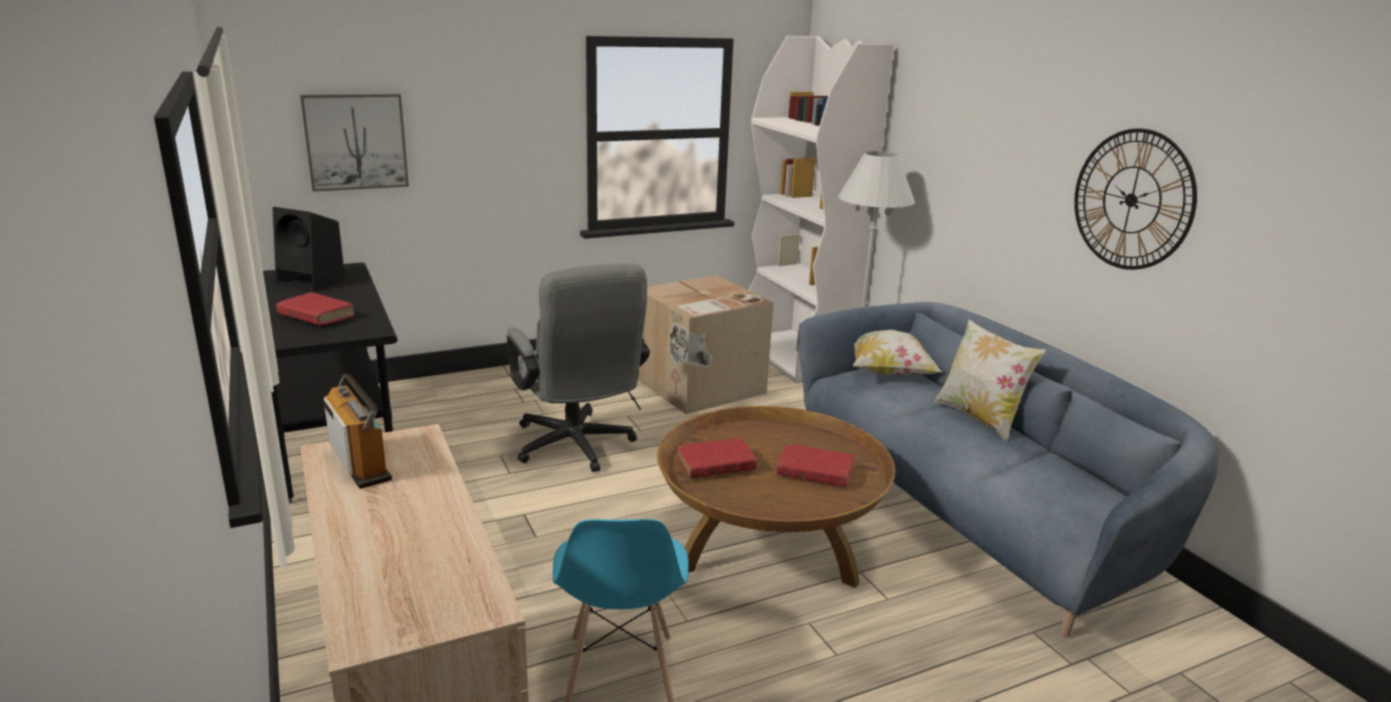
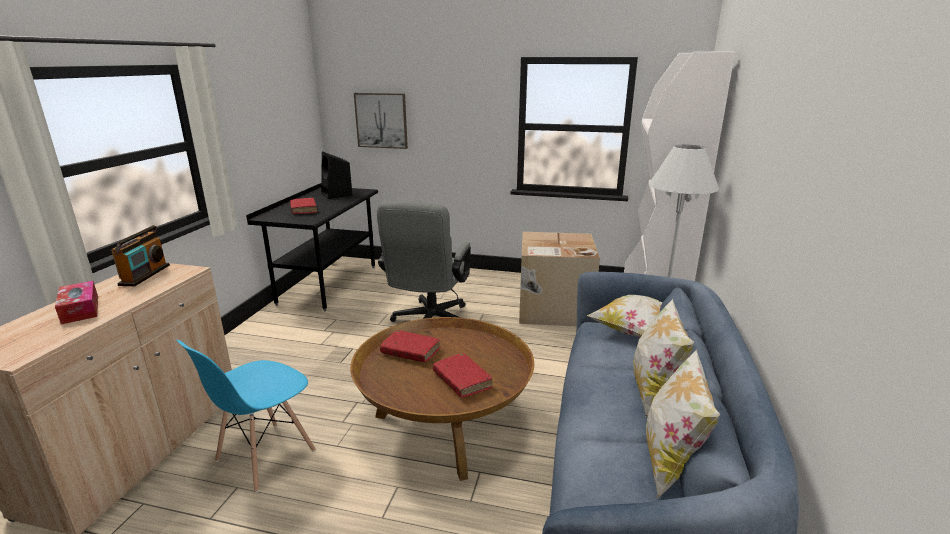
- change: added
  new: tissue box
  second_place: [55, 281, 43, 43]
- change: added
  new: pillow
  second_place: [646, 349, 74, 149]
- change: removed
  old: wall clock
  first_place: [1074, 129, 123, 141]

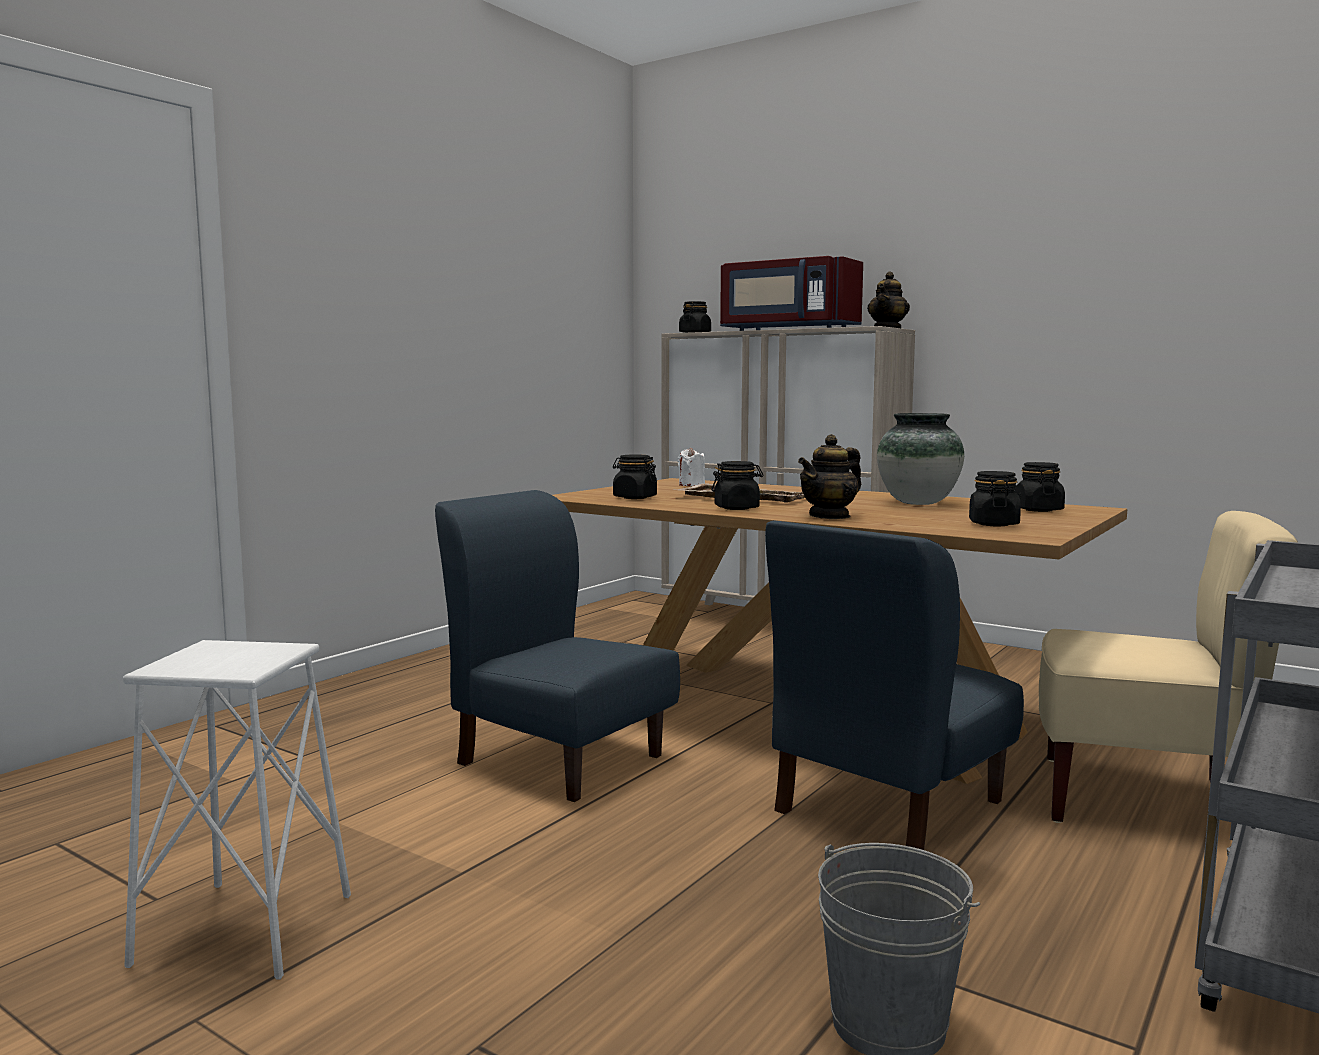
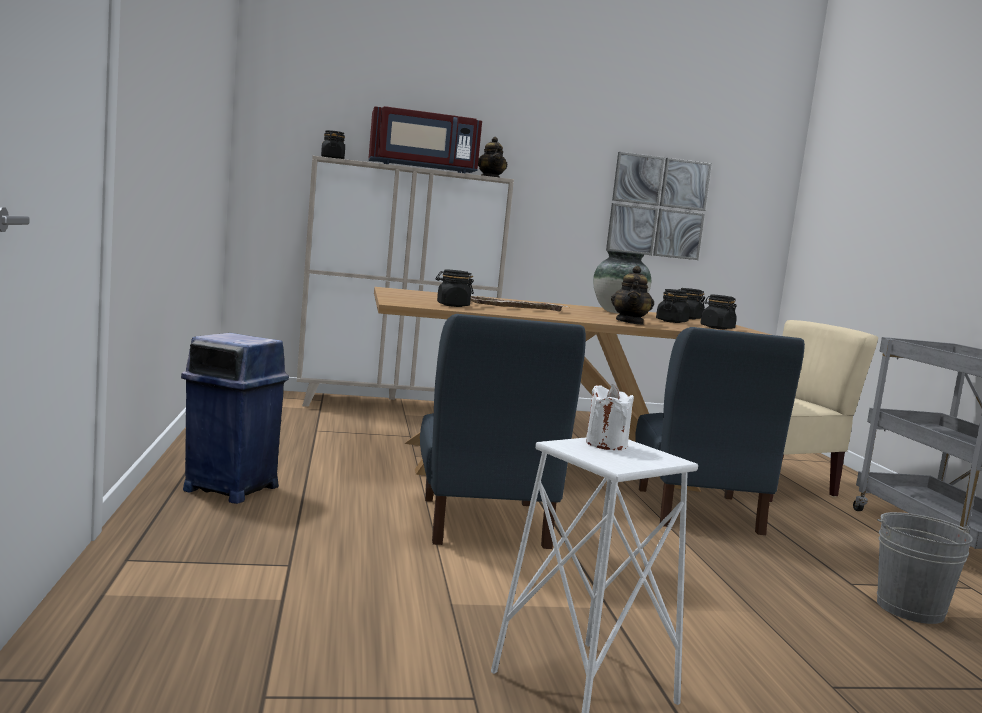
- change: added
  new: blue trash can
  second_place: [181, 333, 108, 171]
- change: turned
  old: blue chair
  first_place: [435, 490, 245, 312]
  second_place: [420, 314, 166, 235]
  degrees: -90
- change: moved
  old: white candle
  first_place: [677, 447, 28, 39]
  second_place: [586, 384, 48, 66]
- change: added
  new: picture
  second_place: [606, 152, 106, 108]
- change: moved
  old: black jar
  first_place: [712, 461, 52, 49]
  second_place: [656, 289, 34, 34]

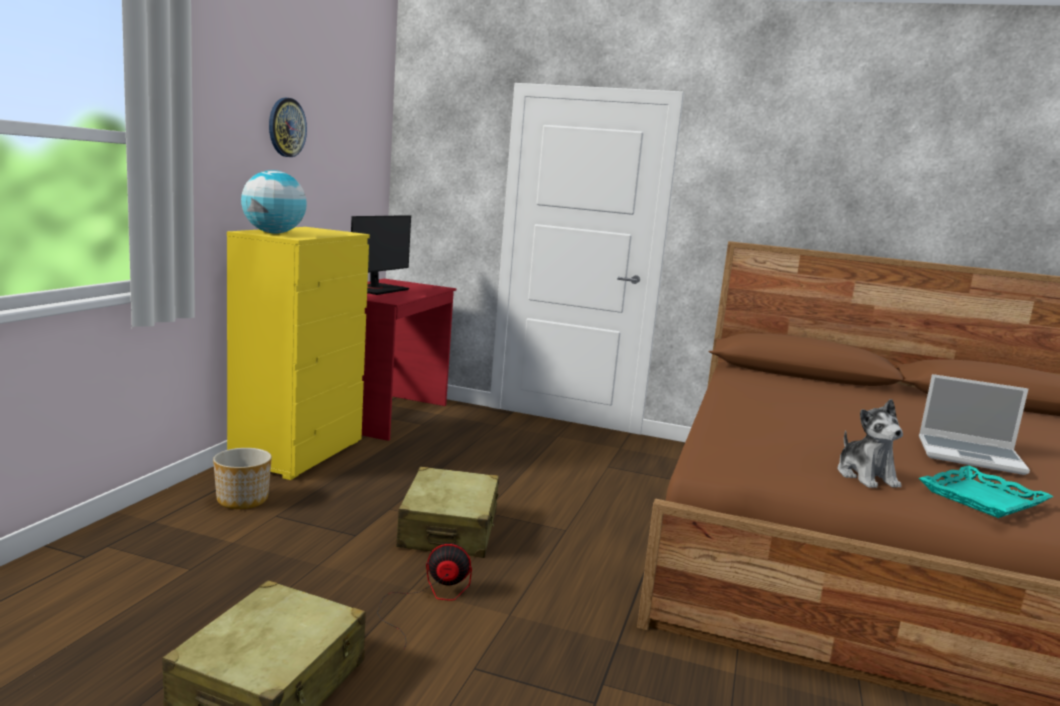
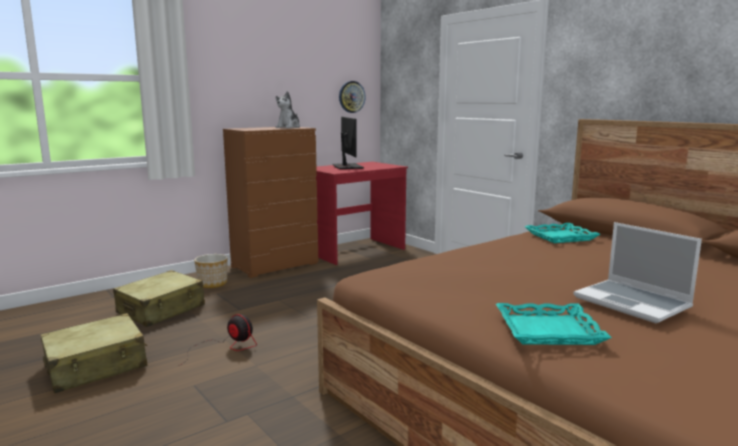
- change: moved
  old: beige suitcase
  first_place: [396, 467, 103, 91]
  second_place: [113, 270, 92, 57]
- change: recoloured
  old: yellow dresser
  new: brown dresser
  first_place: [227, 227, 143, 253]
  second_place: [223, 127, 95, 151]
- change: moved
  old: plush toy
  first_place: [838, 399, 65, 89]
  second_place: [276, 91, 24, 37]
- change: turned
  old: monitor
  first_place: [351, 215, 60, 80]
  second_place: [333, 117, 31, 52]
  degrees: -75
- change: moved
  old: wall clock
  first_place: [269, 98, 38, 59]
  second_place: [339, 81, 27, 32]
- change: added
  new: turquoise tray
  second_place: [525, 223, 76, 20]
- change: removed
  old: globe
  first_place: [241, 170, 66, 63]

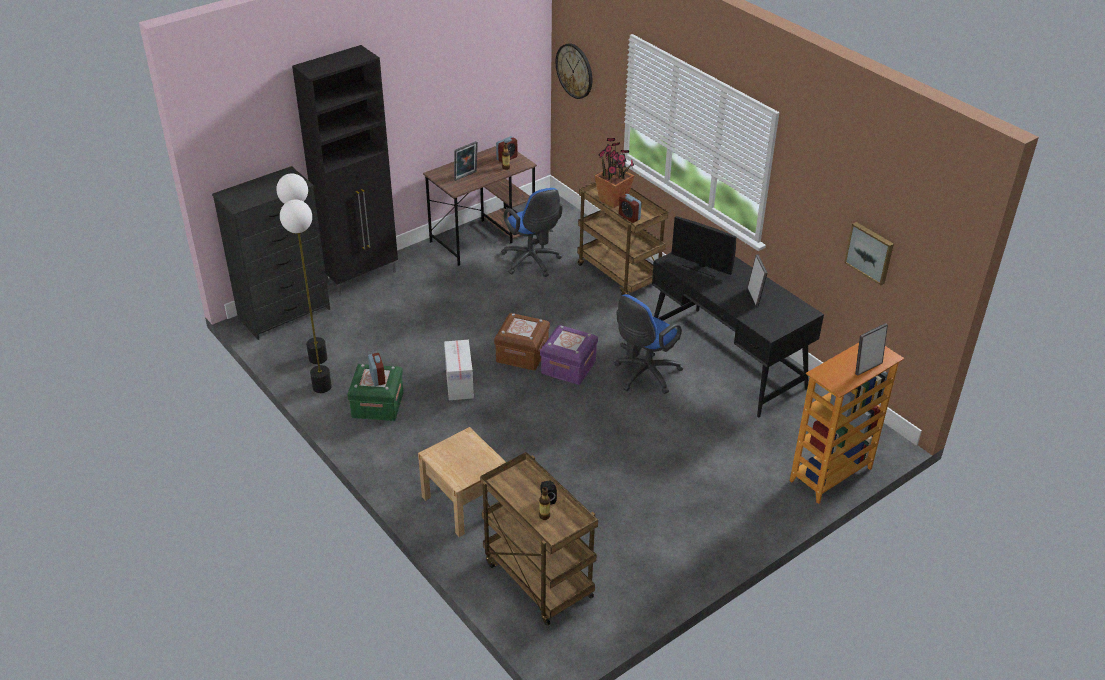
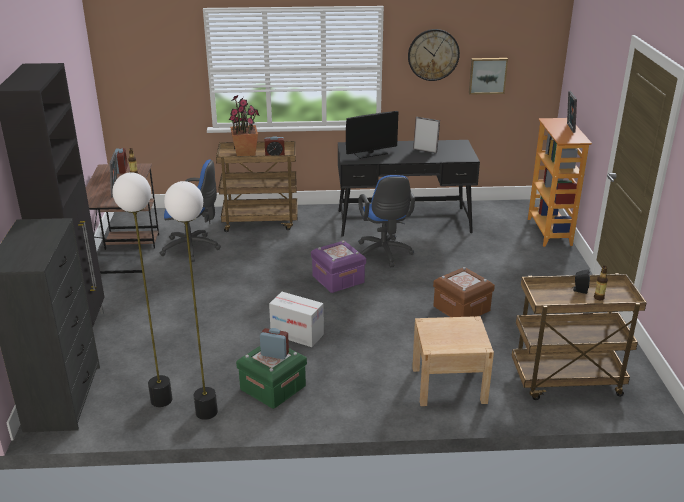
- change: moved
  old: wall clock
  first_place: [556, 43, 36, 56]
  second_place: [408, 29, 52, 52]
- change: moved
  old: brown storage box
  first_place: [494, 313, 56, 57]
  second_place: [433, 267, 62, 50]

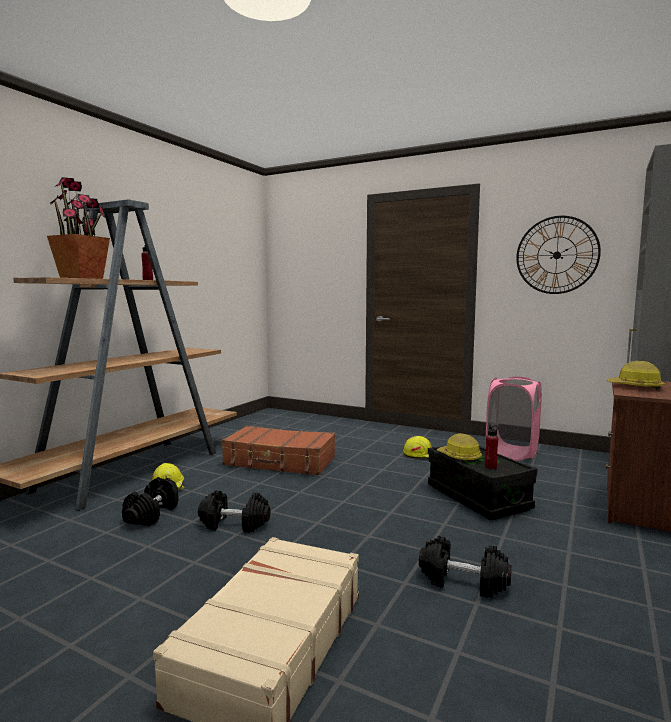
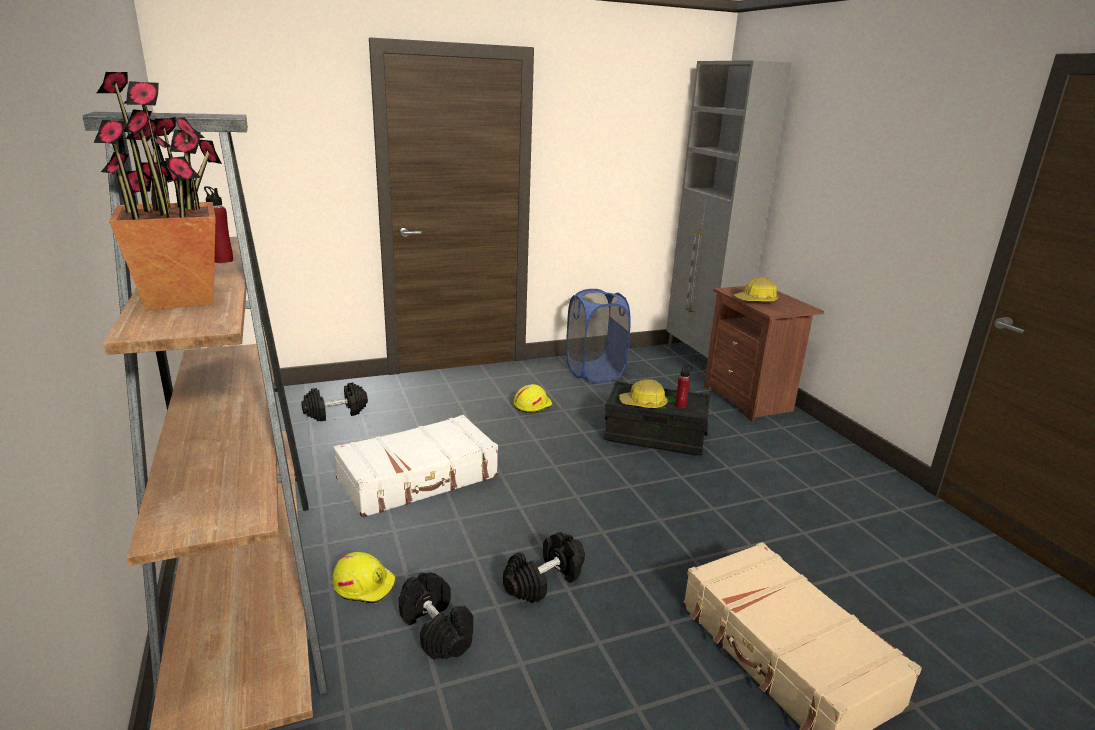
- change: moved
  old: black dumbbell
  first_place: [419, 536, 93, 62]
  second_place: [301, 382, 67, 39]
- change: recoloured
  old: brown suitcase
  new: white suitcase
  first_place: [222, 426, 113, 49]
  second_place: [333, 415, 165, 103]
- change: recoloured
  old: pink laundry basket
  new: blue laundry basket
  first_place: [486, 376, 56, 85]
  second_place: [566, 289, 65, 94]
- change: removed
  old: wall clock
  first_place: [516, 216, 85, 78]

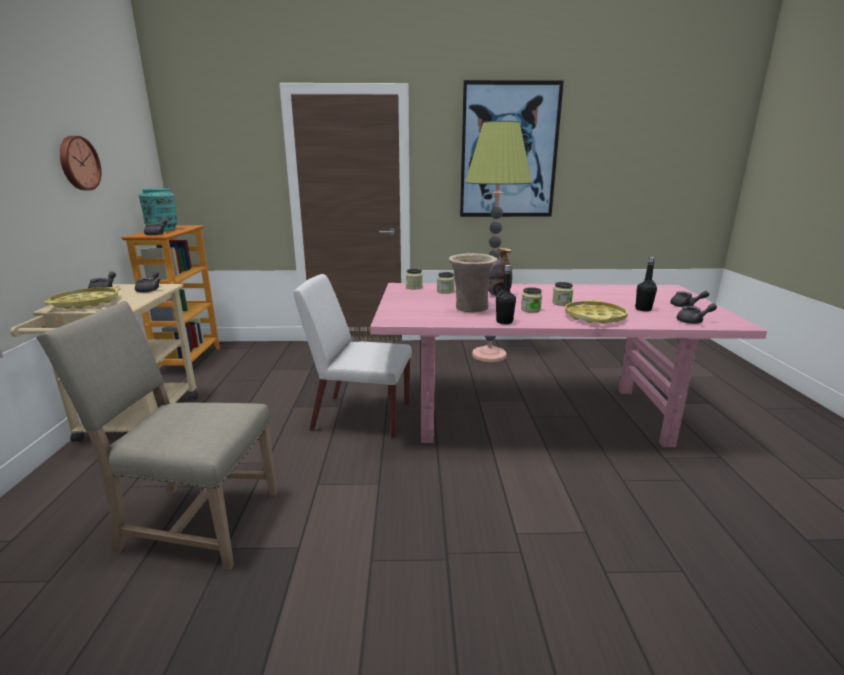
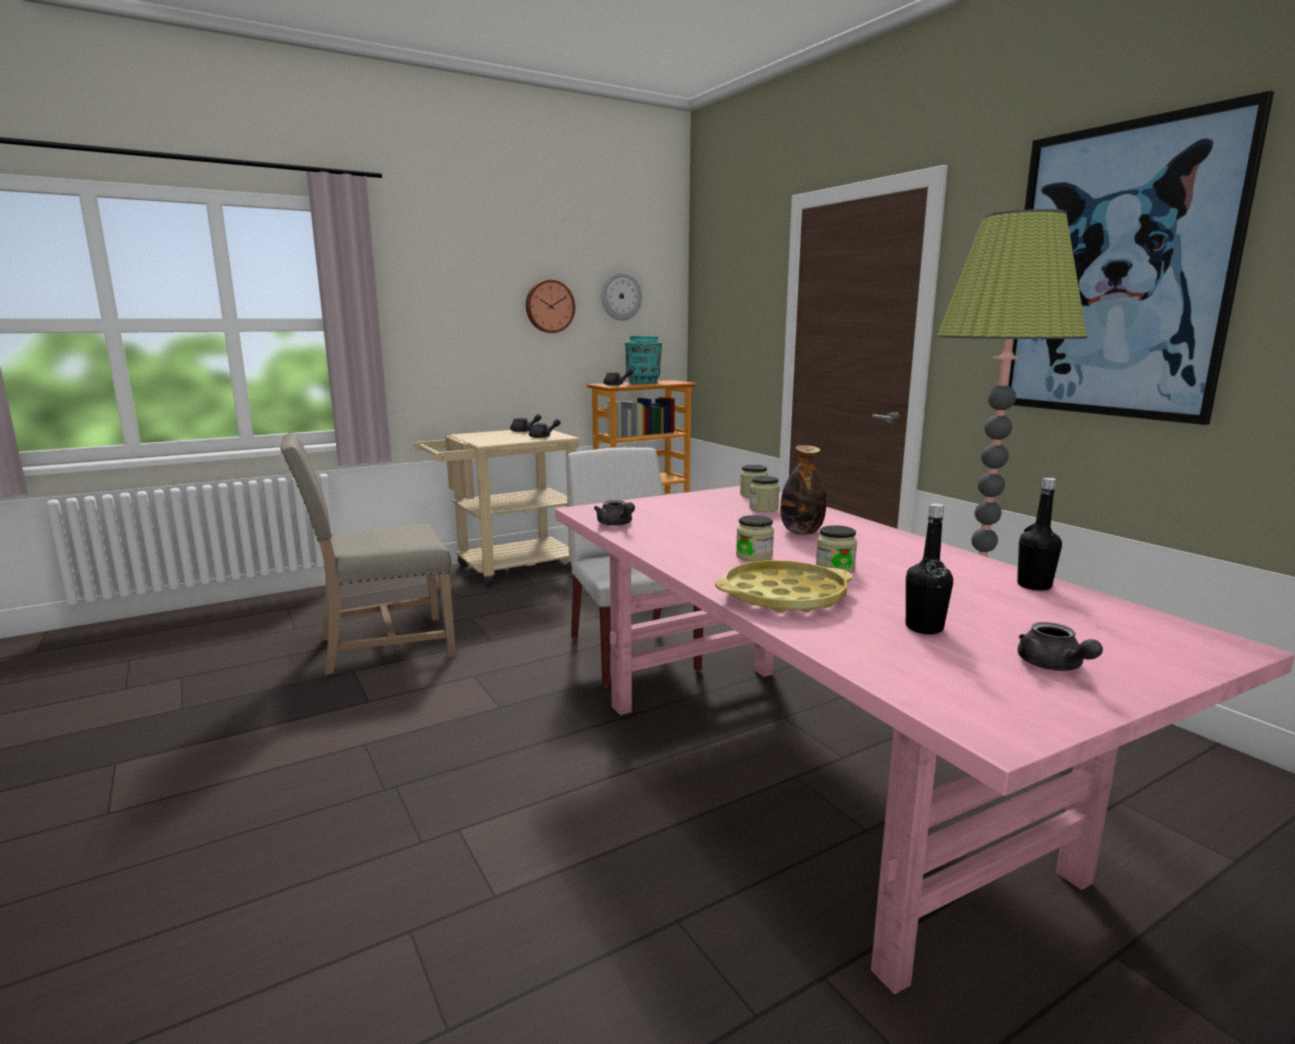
- change: turned
  old: beige chair
  first_place: [36, 301, 241, 269]
  second_place: [281, 433, 175, 242]
  degrees: -90
- change: moved
  old: grey teapot
  first_place: [677, 303, 40, 21]
  second_place: [594, 500, 41, 26]
- change: added
  new: wall clock
  second_place: [601, 272, 41, 49]
- change: moved
  old: black bottle
  first_place: [496, 265, 20, 59]
  second_place: [1017, 478, 45, 113]
- change: removed
  old: yellow tray
  first_place: [44, 287, 76, 22]
- change: removed
  old: beige vase
  first_place: [448, 253, 50, 59]

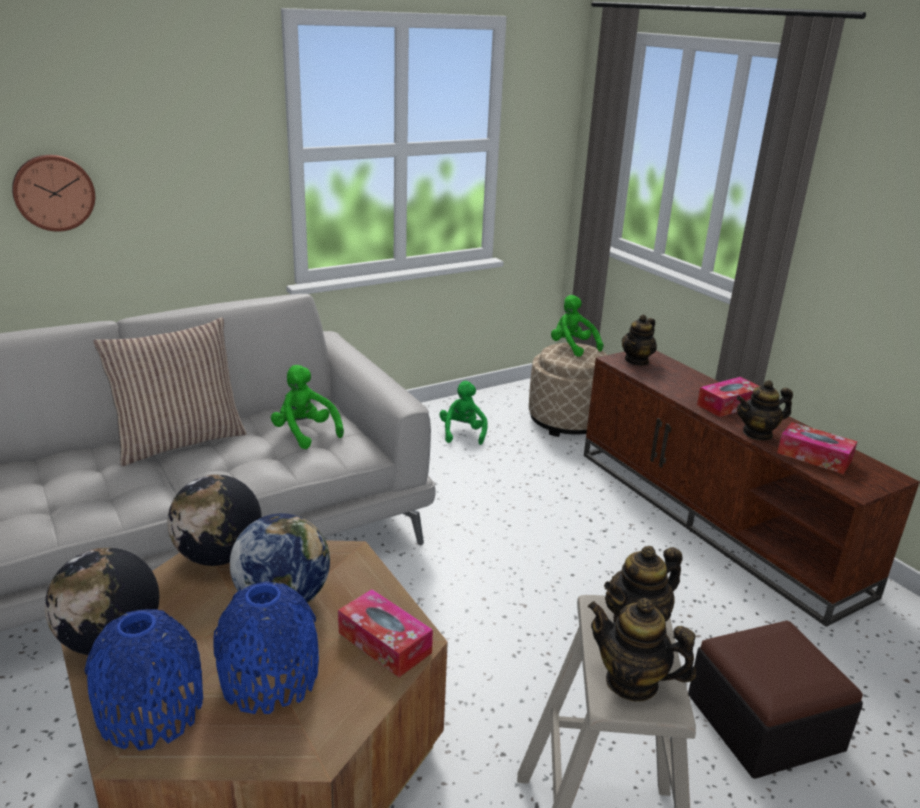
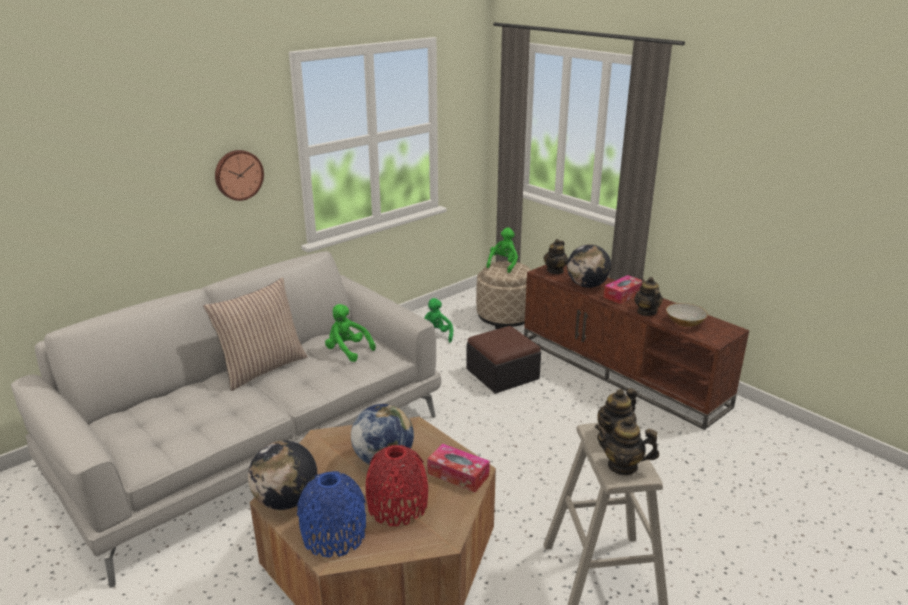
- change: moved
  old: wall clock
  first_place: [12, 155, 83, 77]
  second_place: [215, 150, 49, 51]
- change: recoloured
  old: blue vase
  new: red vase
  first_place: [213, 581, 106, 133]
  second_place: [366, 445, 62, 81]
- change: moved
  old: ottoman
  first_place: [688, 621, 175, 158]
  second_place: [466, 326, 75, 68]
- change: turned
  old: green plush toy
  first_place: [551, 295, 52, 62]
  second_place: [486, 227, 32, 46]
  degrees: 75
- change: moved
  old: globe
  first_place: [167, 475, 95, 91]
  second_place: [567, 244, 44, 44]
- change: turned
  old: teapot
  first_place: [736, 380, 57, 61]
  second_place: [634, 277, 29, 39]
  degrees: 105
- change: replaced
  old: tissue box
  new: bowl
  first_place: [777, 422, 80, 52]
  second_place: [666, 303, 42, 24]

